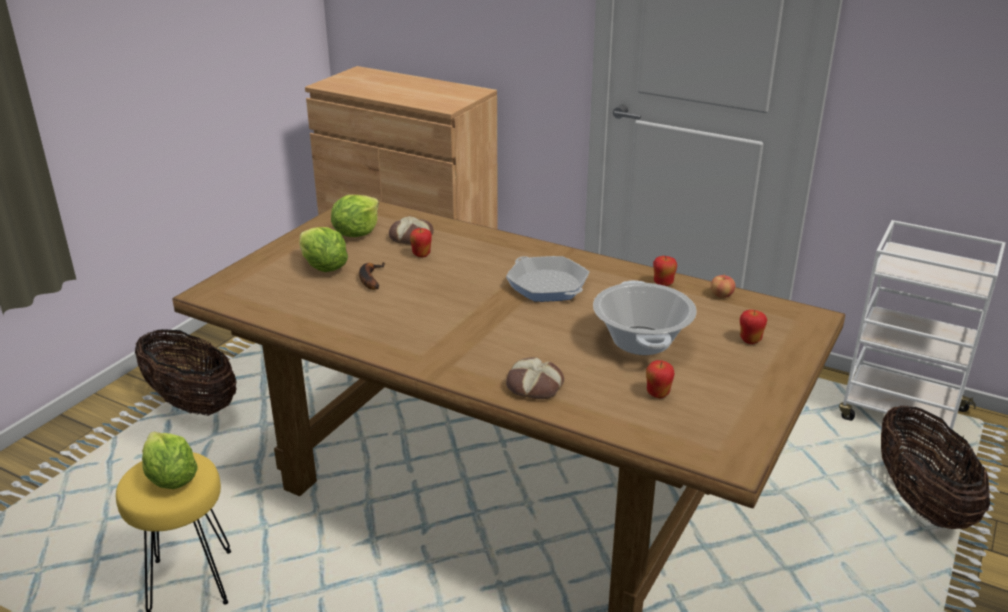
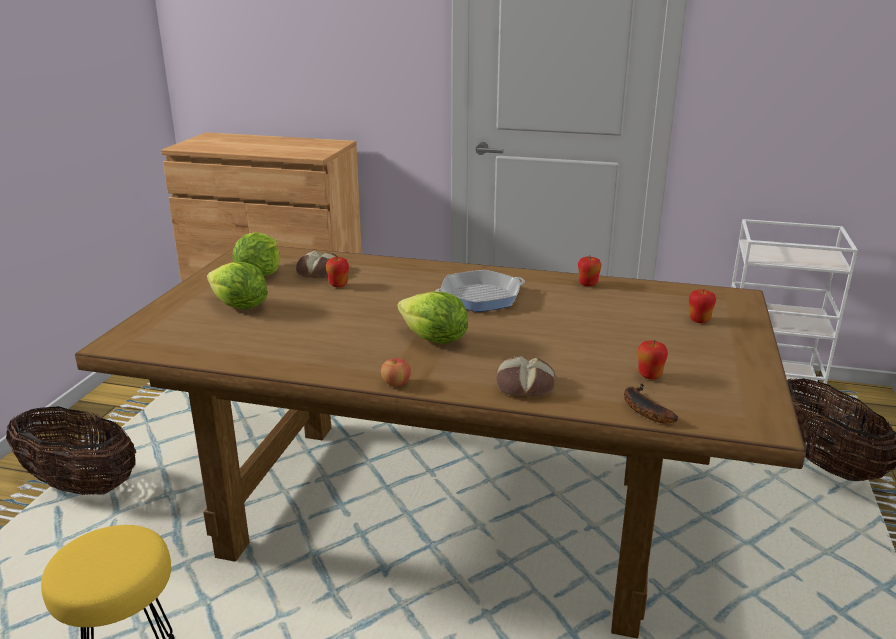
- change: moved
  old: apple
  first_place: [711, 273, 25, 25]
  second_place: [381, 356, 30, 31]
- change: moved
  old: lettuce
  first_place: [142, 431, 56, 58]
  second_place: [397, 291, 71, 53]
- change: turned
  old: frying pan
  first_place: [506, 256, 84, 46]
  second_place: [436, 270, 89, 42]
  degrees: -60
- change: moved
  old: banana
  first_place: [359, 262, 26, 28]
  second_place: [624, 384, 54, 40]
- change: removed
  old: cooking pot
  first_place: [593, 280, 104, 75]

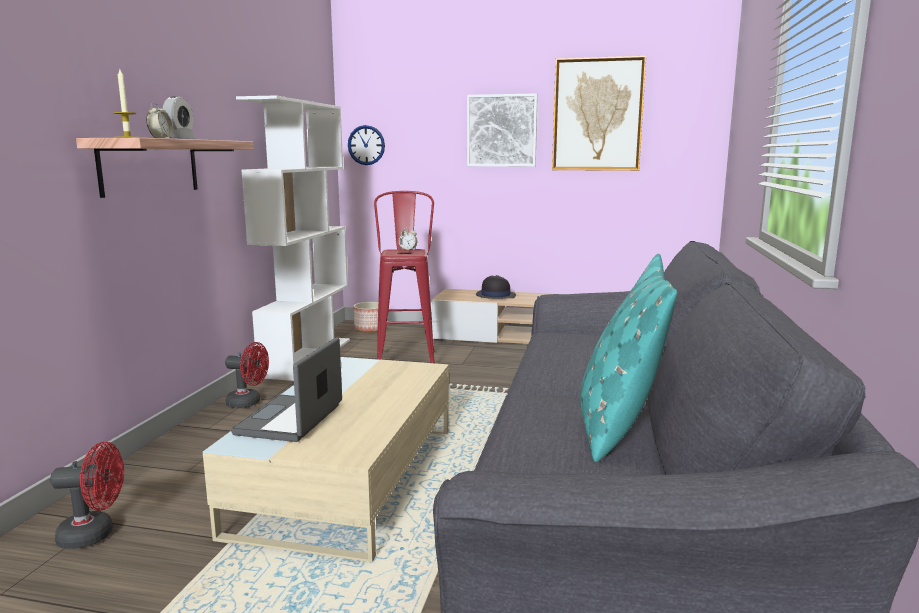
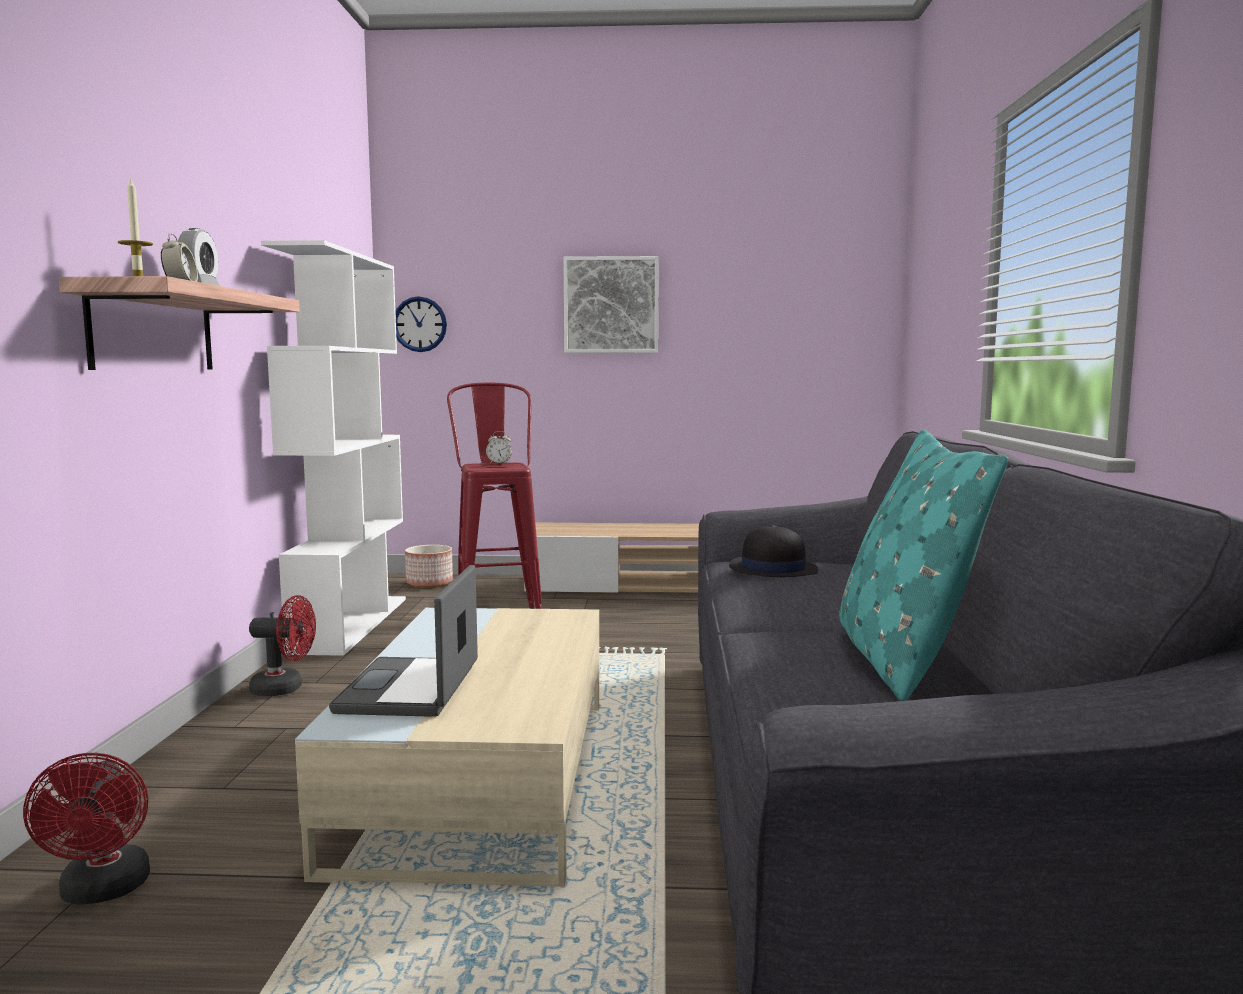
- change: turned
  old: red fan
  first_place: [50, 442, 74, 107]
  second_place: [23, 753, 127, 152]
  degrees: 90
- change: moved
  old: black hat
  first_place: [476, 275, 40, 24]
  second_place: [729, 525, 89, 52]
- change: removed
  old: picture
  first_place: [552, 56, 94, 115]

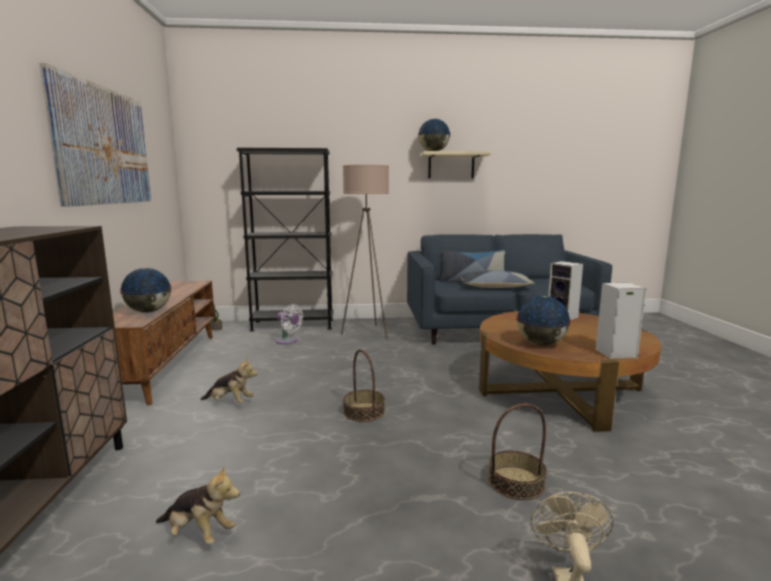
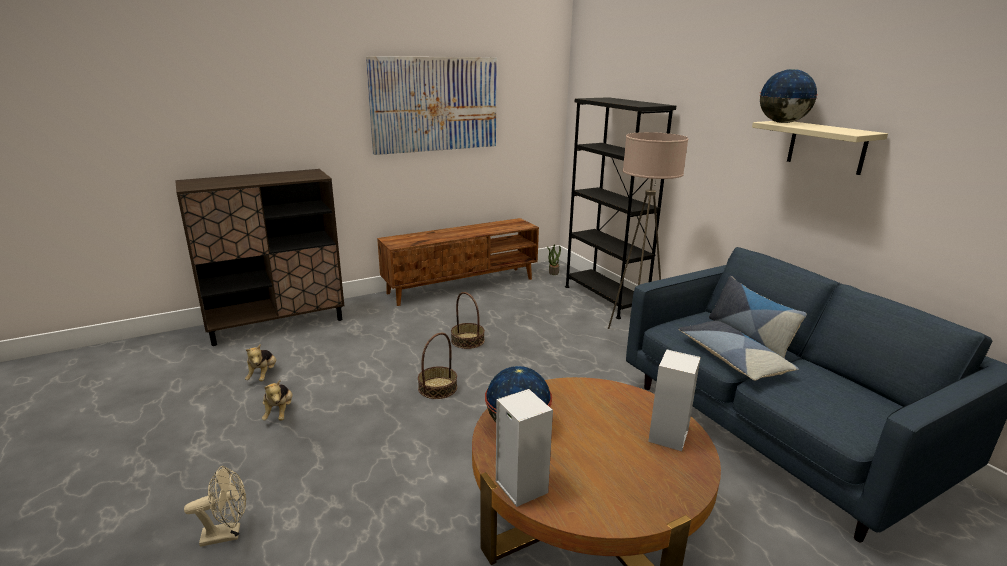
- change: moved
  old: plush toy
  first_place: [200, 358, 58, 45]
  second_place: [262, 380, 30, 41]
- change: moved
  old: basket
  first_place: [489, 404, 58, 96]
  second_place: [451, 292, 34, 57]
- change: removed
  old: globe
  first_place: [120, 268, 52, 45]
- change: removed
  old: white fan
  first_place: [276, 304, 28, 40]

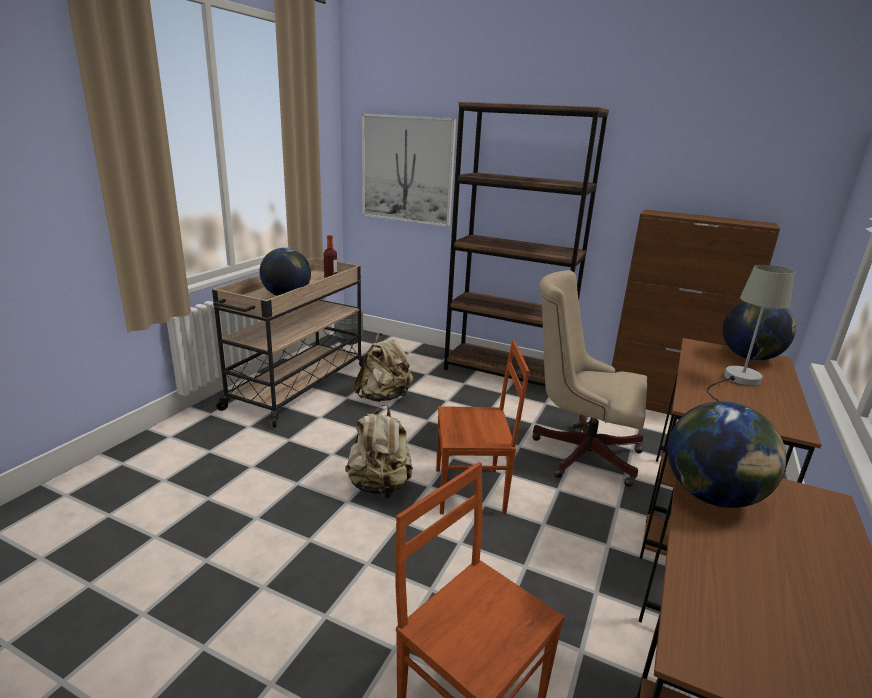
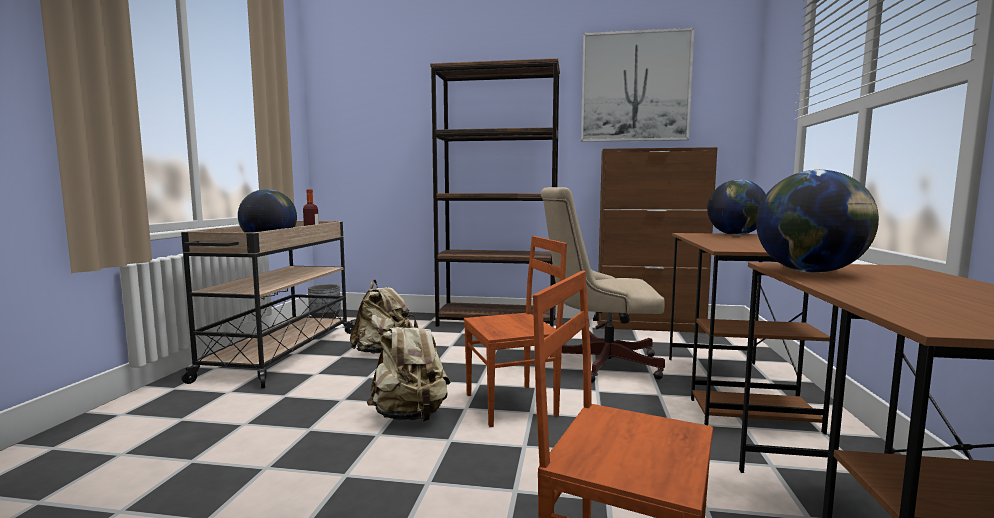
- change: moved
  old: picture
  first_place: [362, 114, 94, 113]
  second_place: [581, 28, 113, 114]
- change: removed
  old: grey table lamp
  first_place: [707, 265, 88, 136]

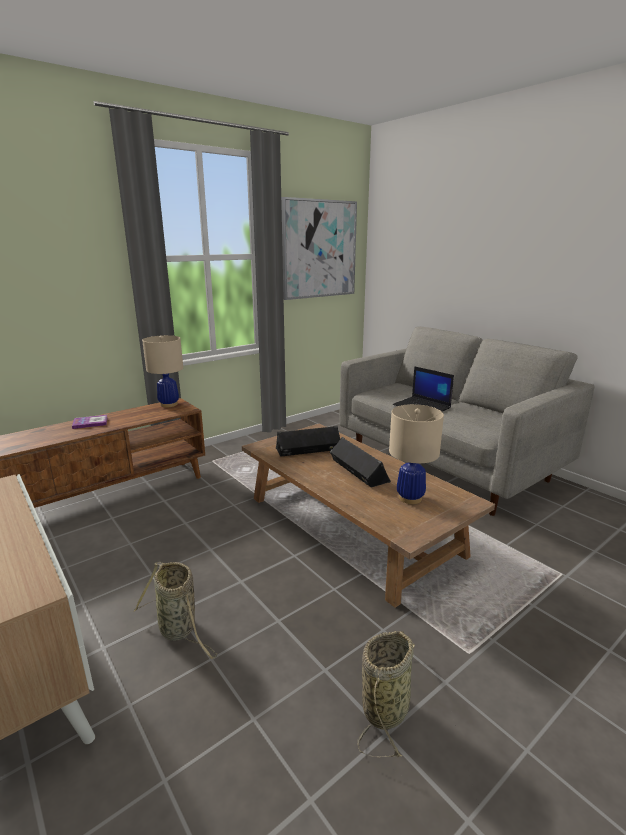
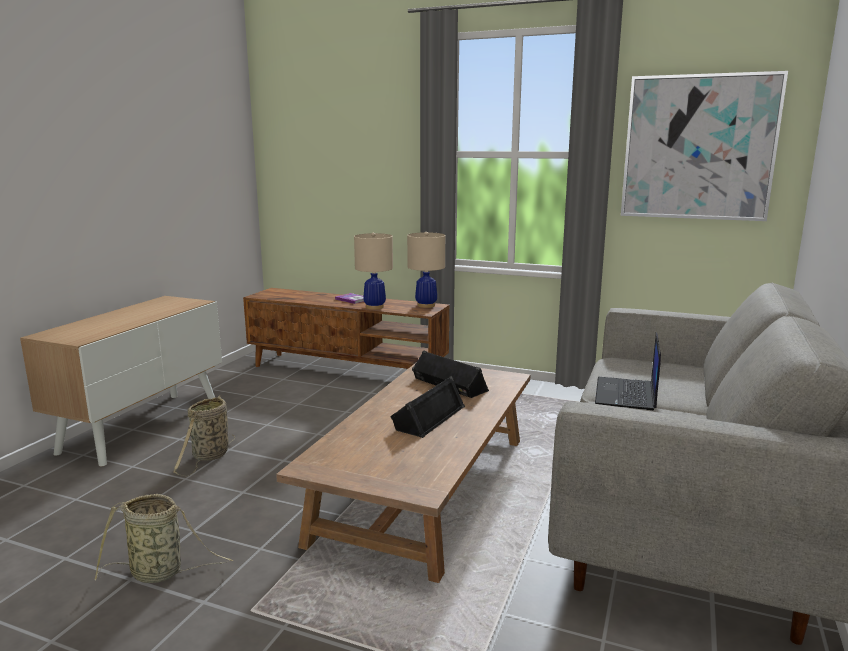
- change: moved
  old: beige table lamp
  first_place: [389, 404, 55, 100]
  second_place: [354, 233, 39, 77]

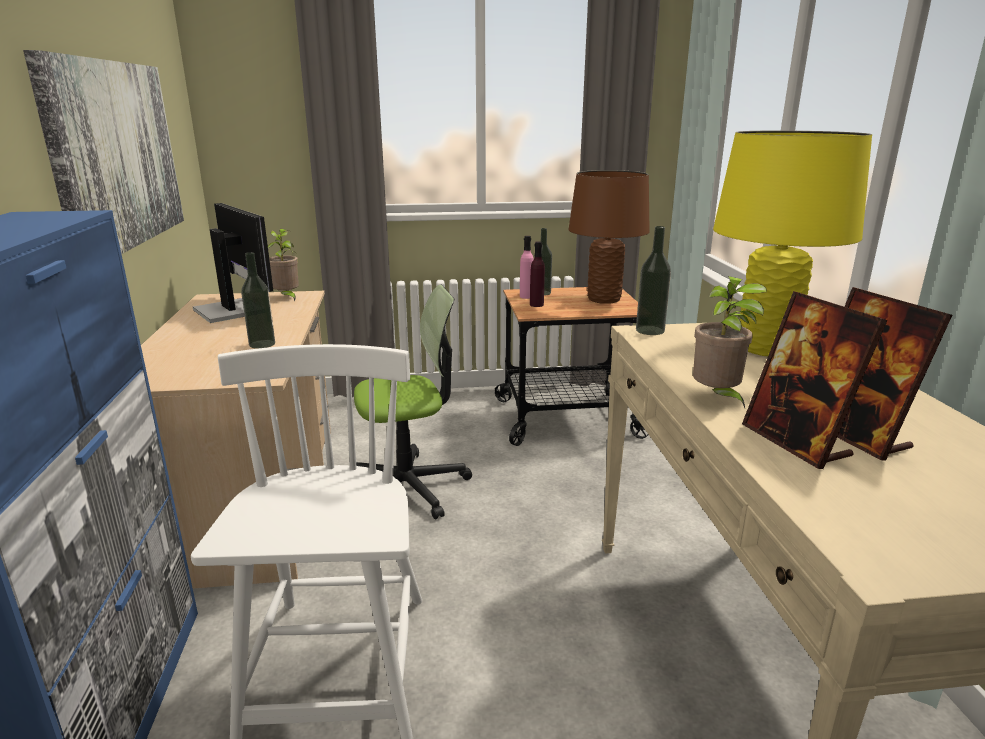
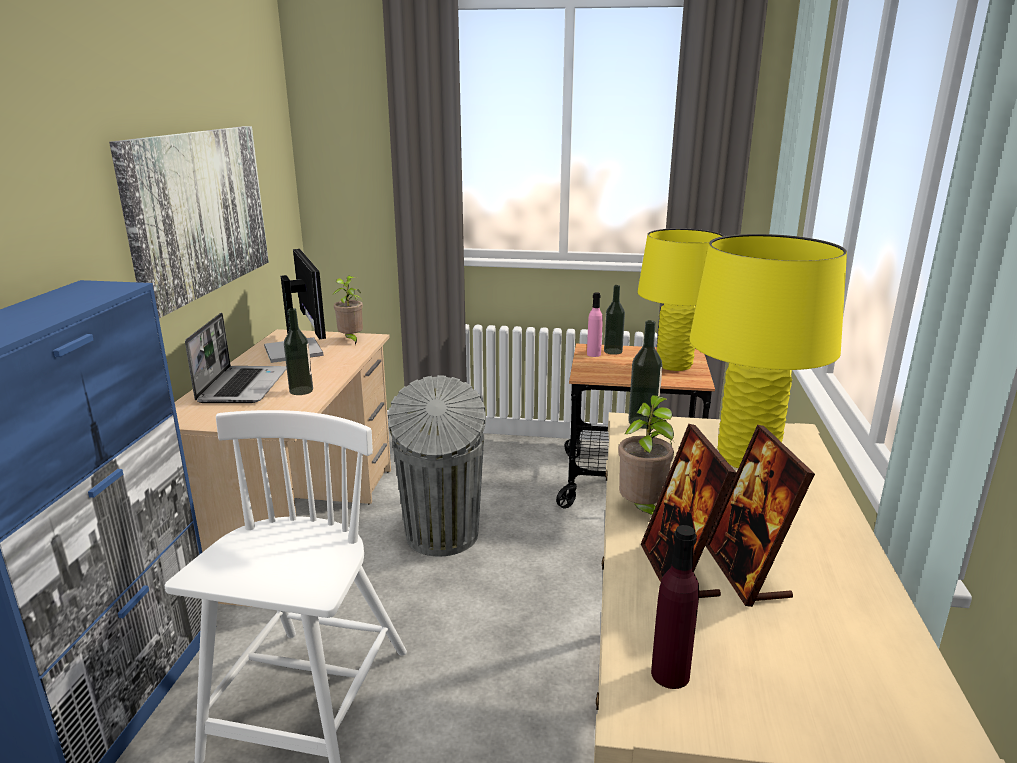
- change: added
  new: laptop
  second_place: [185, 313, 102, 90]
- change: replaced
  old: office chair
  new: grey trash can
  first_place: [354, 285, 118, 234]
  second_place: [388, 375, 98, 181]
- change: recoloured
  old: brown table lamp
  new: yellow table lamp
  first_place: [569, 170, 81, 134]
  second_place: [638, 228, 86, 143]
- change: moved
  old: purple bottle
  first_place: [530, 241, 15, 66]
  second_place: [651, 525, 48, 164]

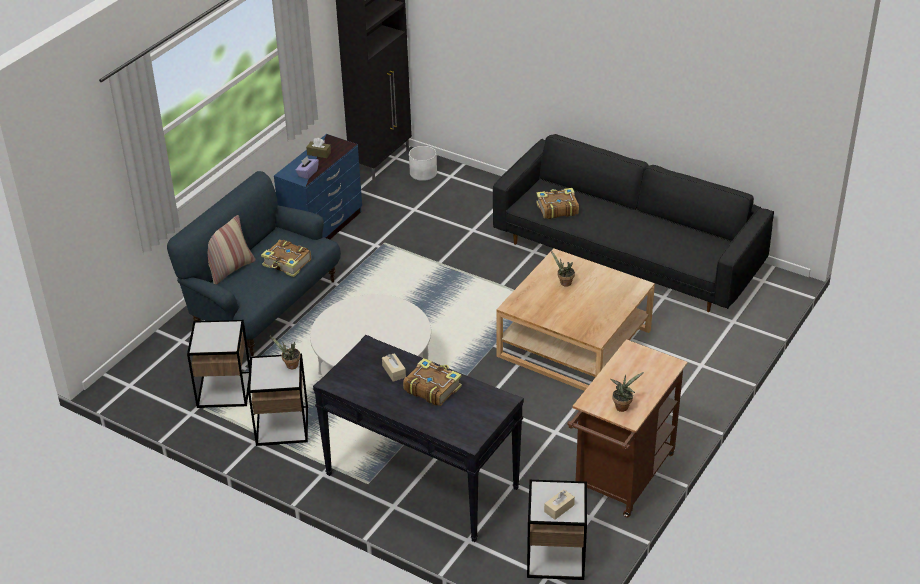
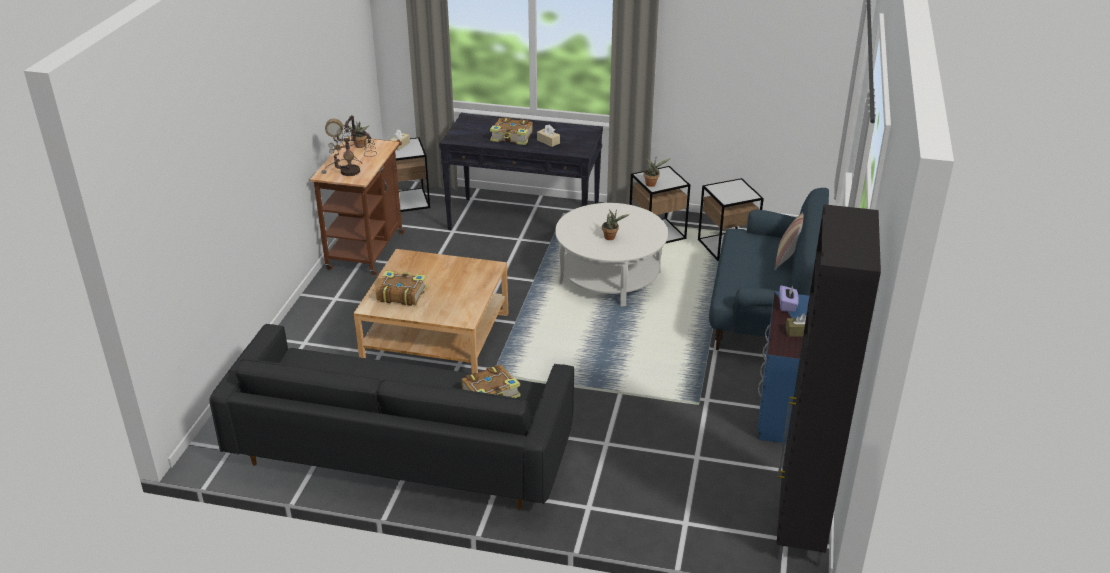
- change: added
  new: table lamp
  second_place: [322, 115, 55, 61]
- change: moved
  old: book
  first_place: [261, 240, 50, 37]
  second_place: [376, 271, 51, 35]
- change: moved
  old: potted plant
  first_place: [551, 251, 24, 36]
  second_place: [602, 209, 27, 31]
- change: removed
  old: white planter
  first_place: [409, 146, 28, 35]

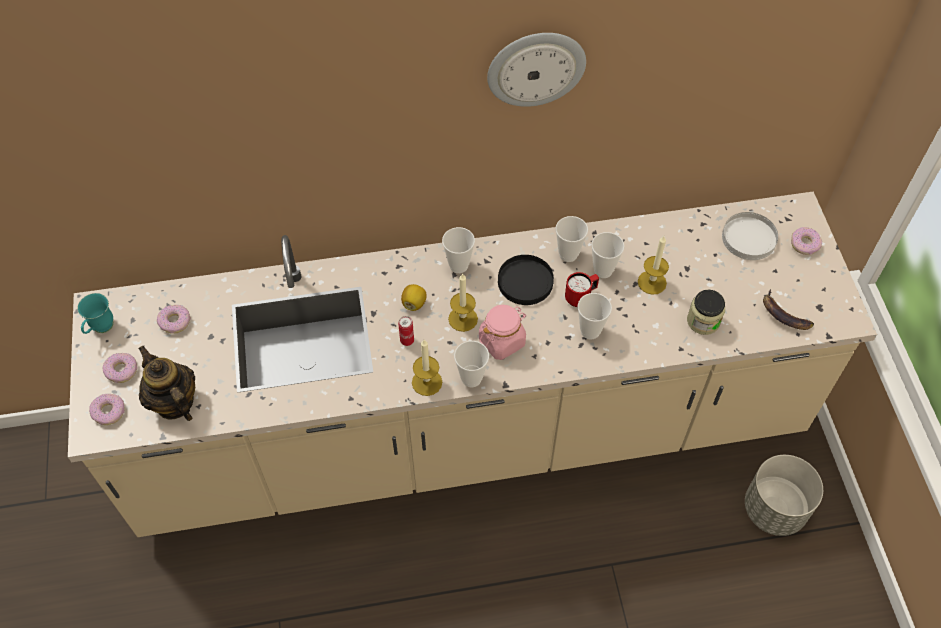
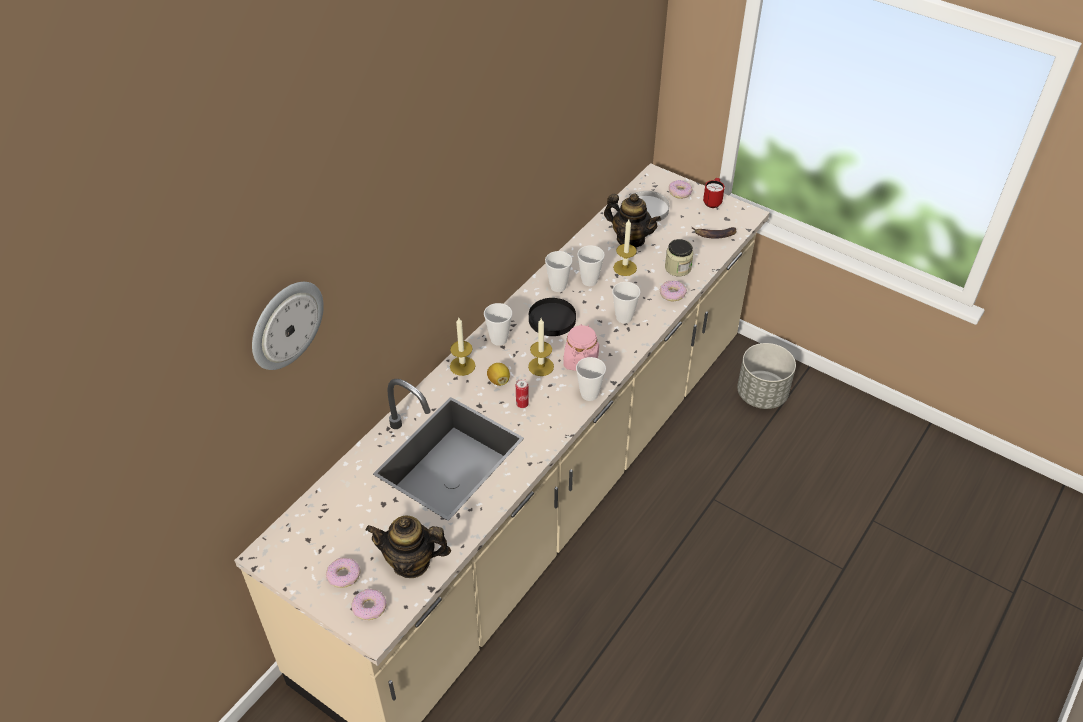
- change: moved
  old: wall clock
  first_place: [487, 33, 99, 74]
  second_place: [252, 282, 72, 88]
- change: moved
  old: candle
  first_place: [412, 340, 30, 56]
  second_place: [450, 318, 26, 58]
- change: added
  new: teapot
  second_place: [604, 194, 57, 53]
- change: moved
  old: donut
  first_place: [157, 305, 34, 29]
  second_place: [660, 281, 27, 20]
- change: moved
  old: red mug
  first_place: [565, 272, 34, 35]
  second_place: [703, 178, 22, 30]
- change: removed
  old: turquoise mug
  first_place: [77, 293, 36, 41]

